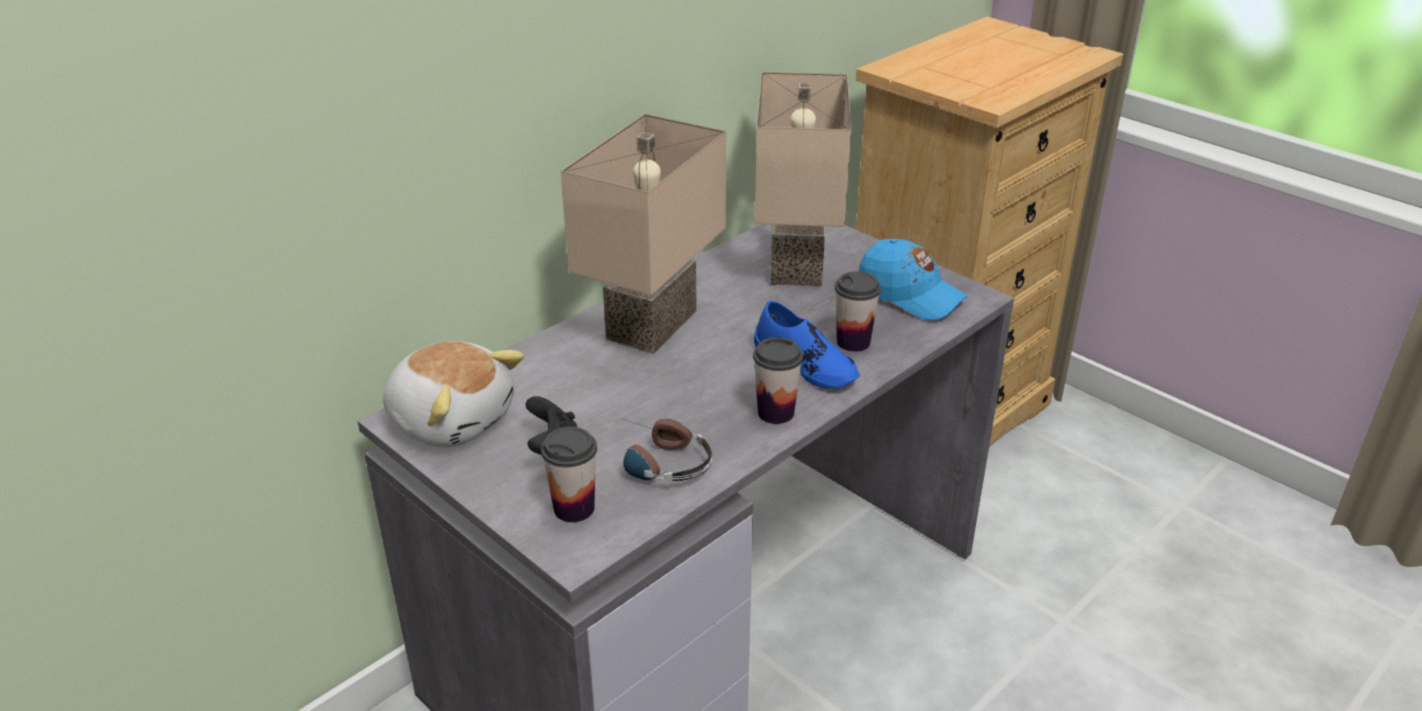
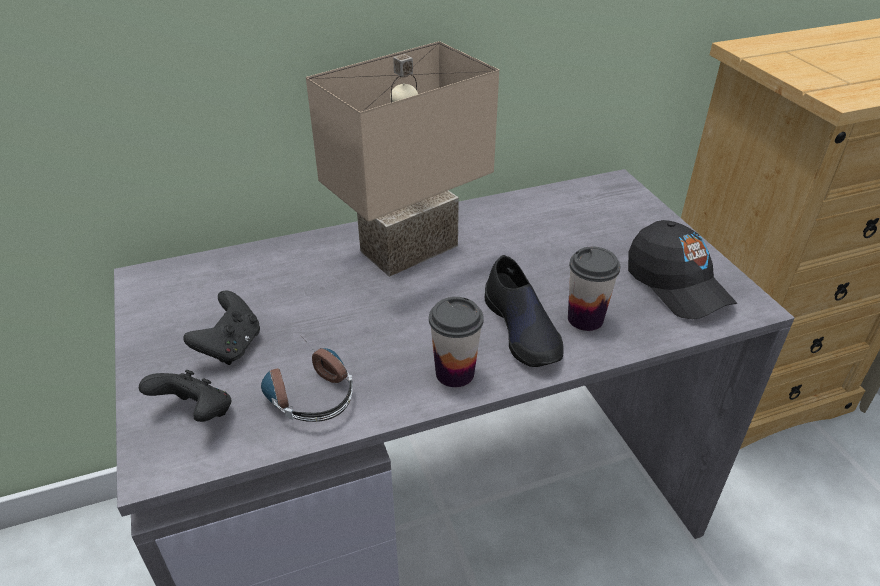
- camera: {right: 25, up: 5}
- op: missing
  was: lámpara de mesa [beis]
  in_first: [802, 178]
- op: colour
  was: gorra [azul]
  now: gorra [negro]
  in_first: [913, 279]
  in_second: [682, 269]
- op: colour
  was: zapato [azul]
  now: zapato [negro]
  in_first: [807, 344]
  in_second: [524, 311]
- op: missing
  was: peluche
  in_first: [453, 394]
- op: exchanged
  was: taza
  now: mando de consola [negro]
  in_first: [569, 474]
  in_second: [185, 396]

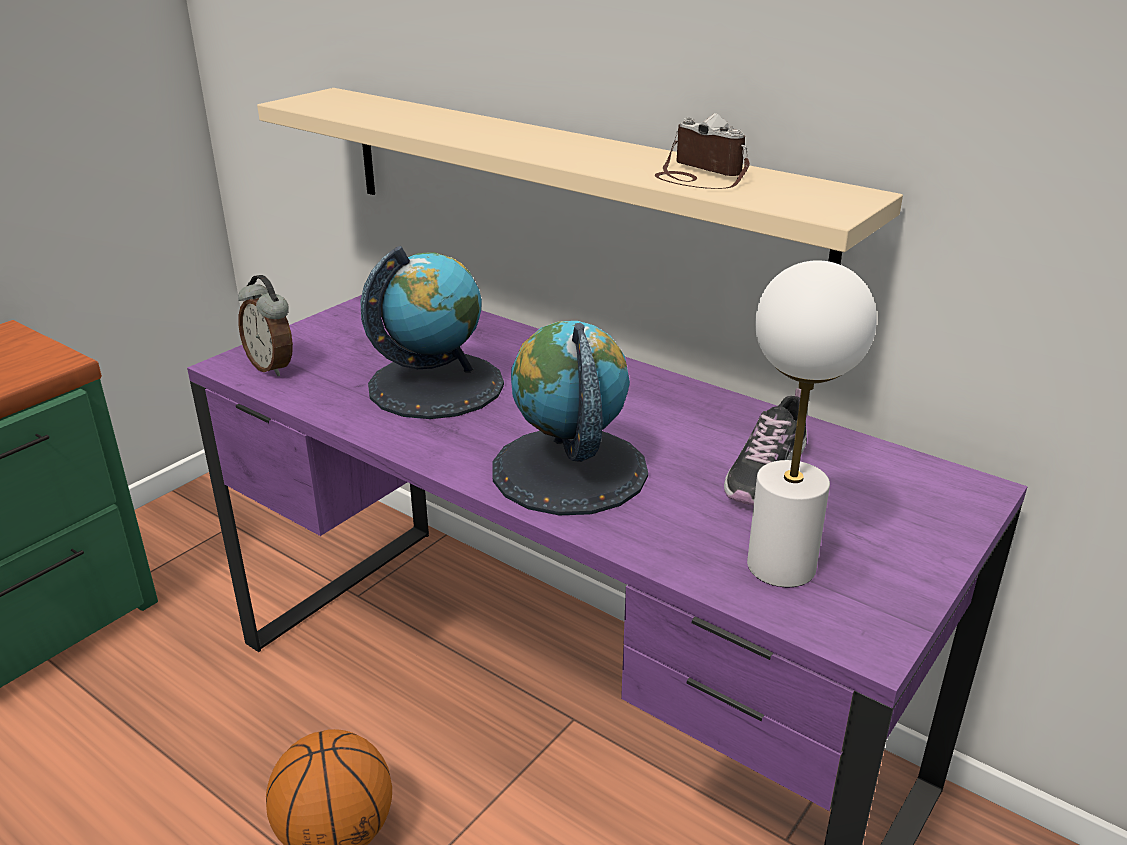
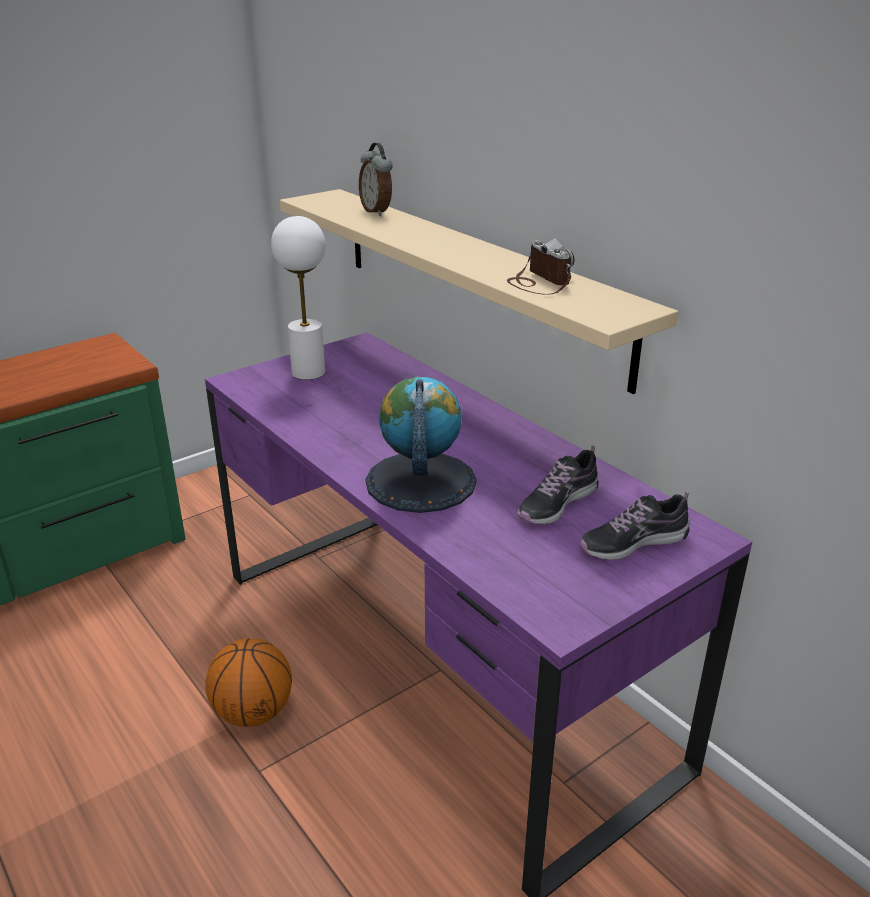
- camera: {right: 15, up: 0}
- op: missing
  was: globo terráqueo
  in_first: [432, 332]
- op: relocated
  was: lámpara de mesa [blanco]
  in_first: [812, 423]
  in_second: [298, 298]
- op: relocated
  was: despertador
  in_first: [265, 325]
  in_second: [376, 179]
- op: appeared
  now: zapato
  in_second: [634, 525]

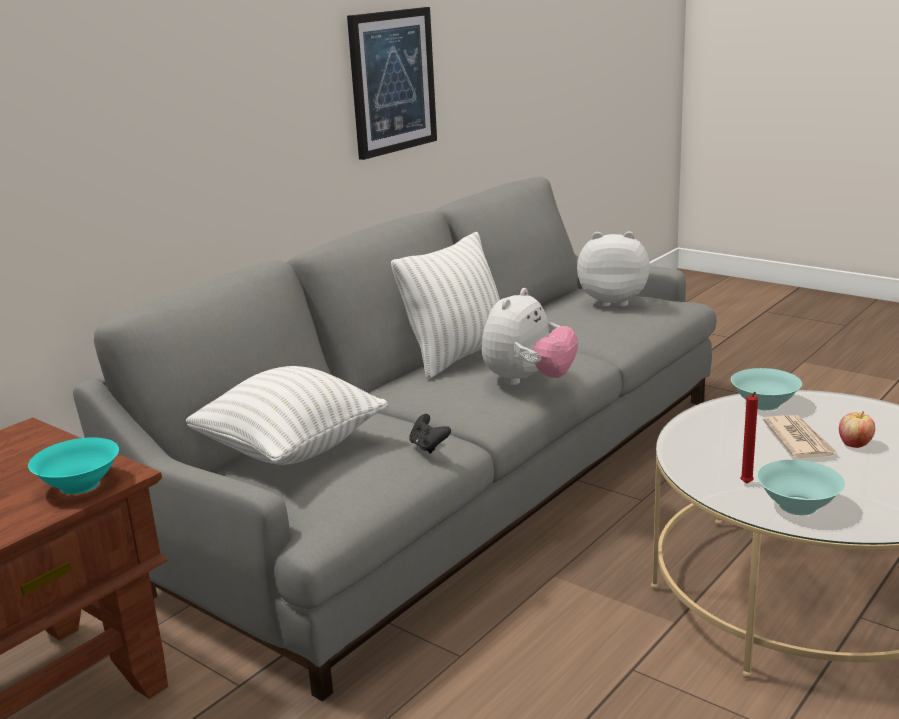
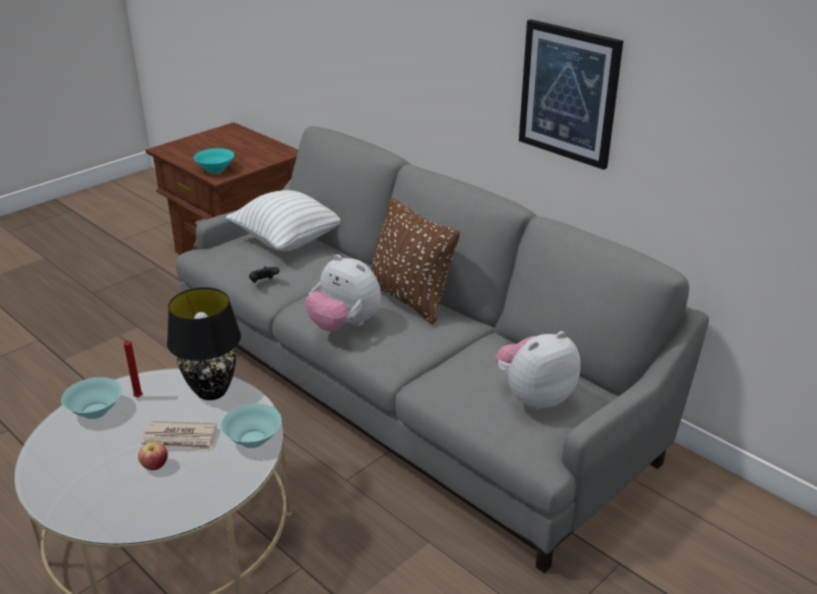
- camera: {right: 95, up: 10}
- op: spun
  was: peluche
  in_first: [613, 269]
  in_second: [538, 370]
  clockwise: -135
- op: colour
  was: cojín [blanco]
  now: cojín [marrón]
  in_first: [445, 305]
  in_second: [415, 261]
- op: appeared
  now: lámpara de mesa [negro]
  in_second: [204, 343]

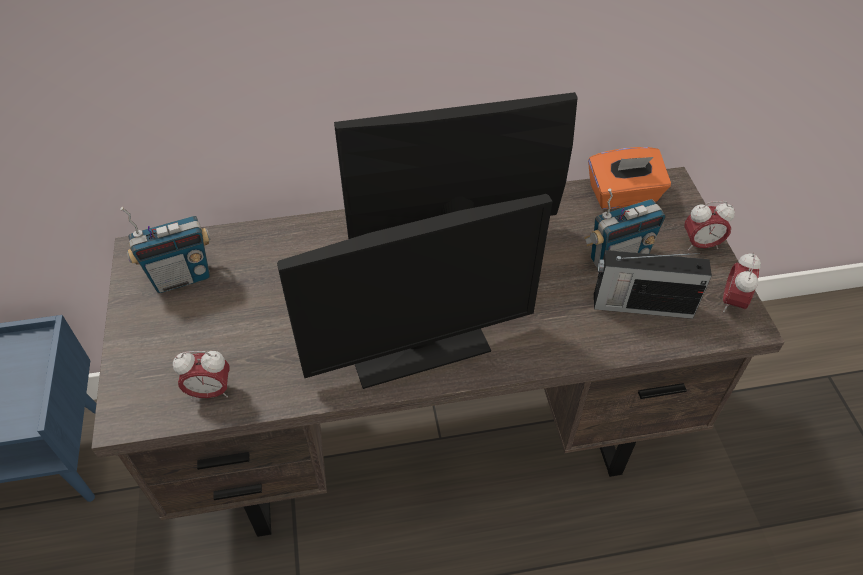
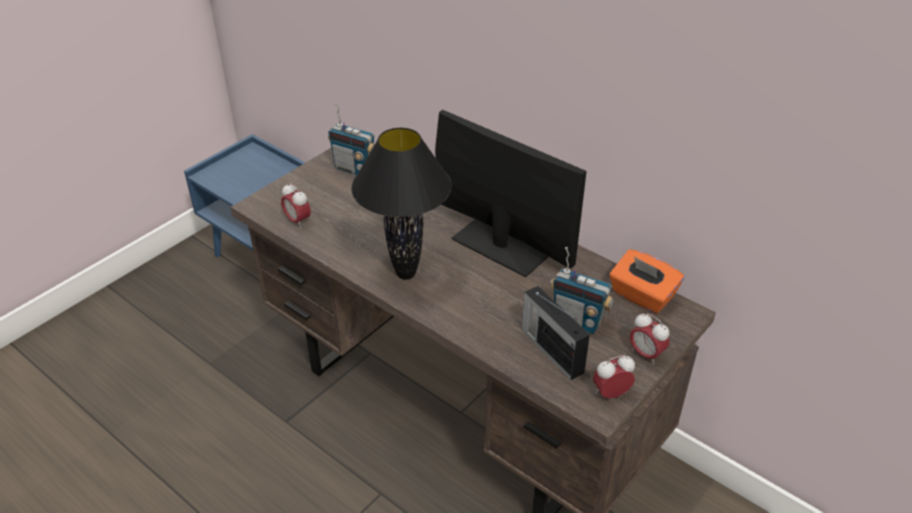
- camera: {right: 50, up: -10}
- op: exchanged
  was: monitor
  now: lámpara de mesa [negro]
  in_first: [415, 291]
  in_second: [402, 204]

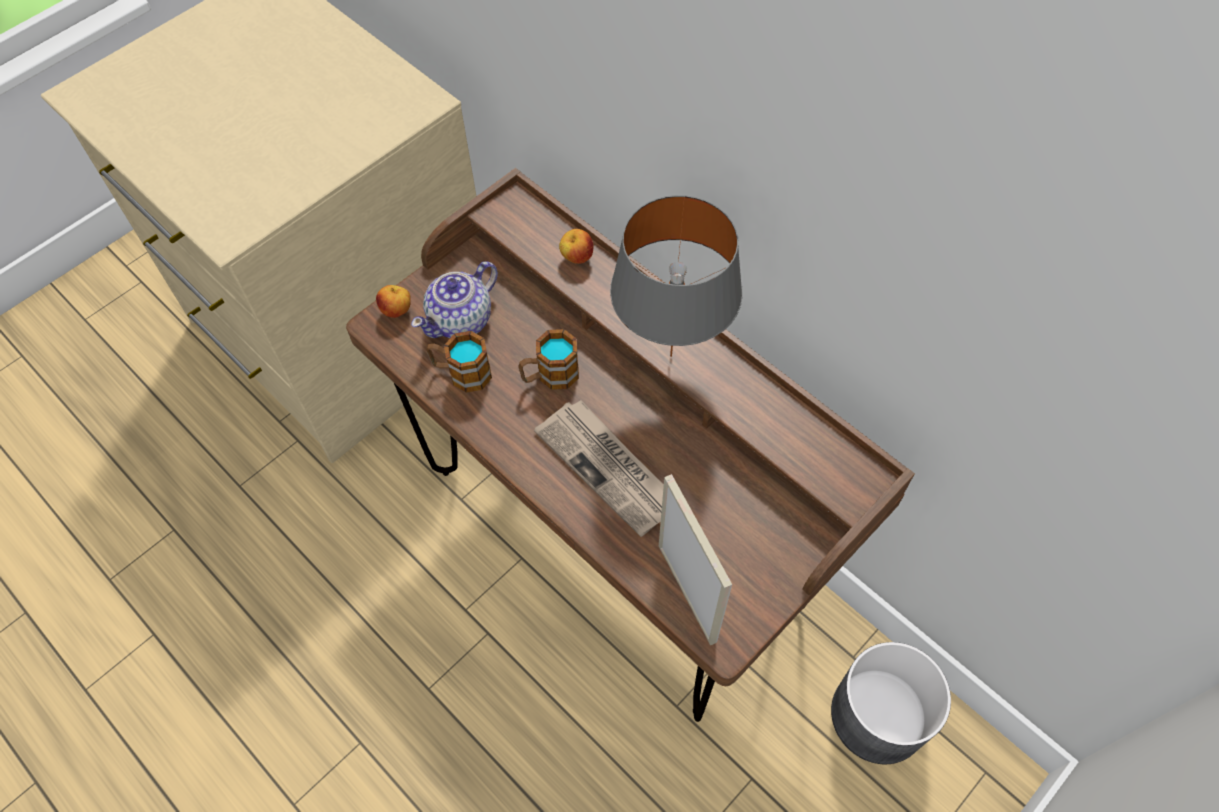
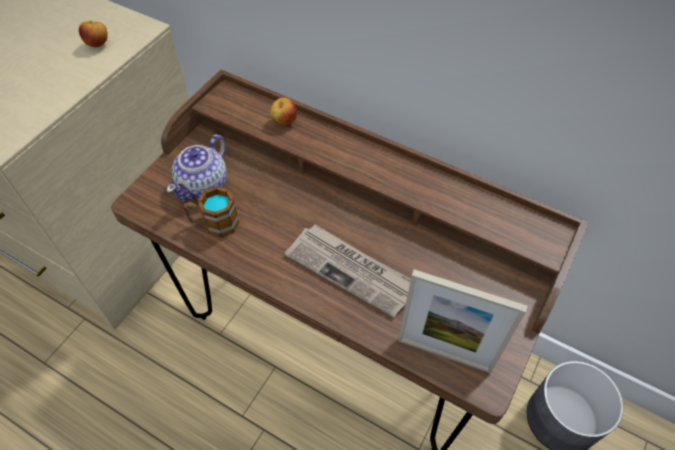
- camera: {right: -15, up: -5}
- op: missing
  was: lámpara de mesa [gris]
  in_first: [676, 276]
- op: relocated
  was: manzana
  in_first: [393, 301]
  in_second: [93, 34]
- op: missing
  was: taza grande
  in_first: [548, 359]
- op: spun
  was: portarretratos
  in_first: [695, 559]
  in_second: [462, 321]
  clockwise: 150

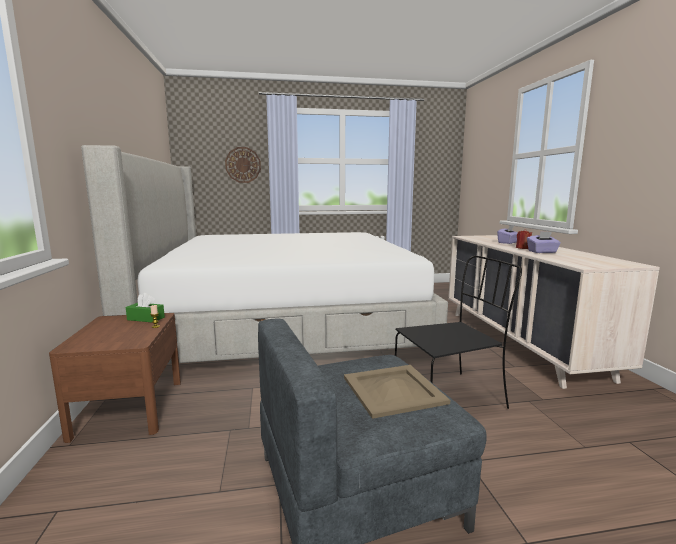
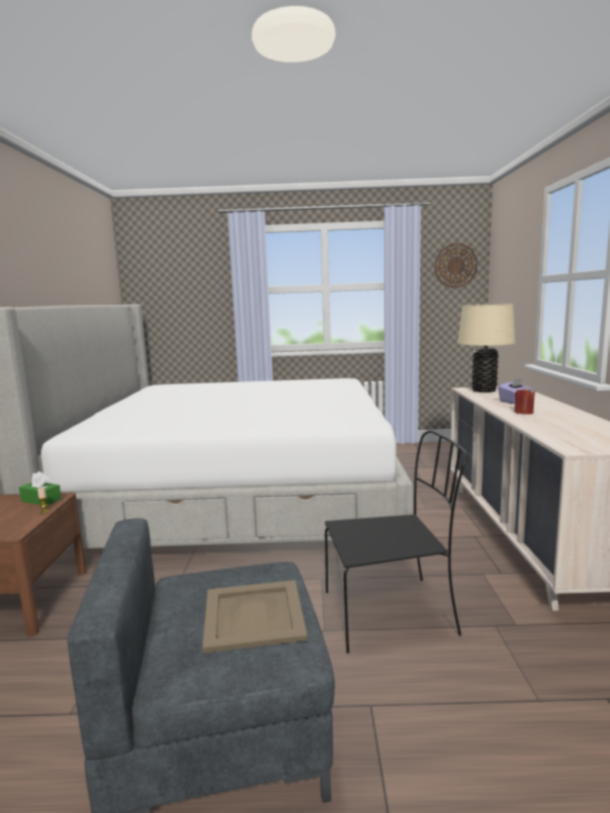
- camera: {right: 10, up: 0}
- op: relocated
  was: reloj de pared
  in_first: [243, 165]
  in_second: [456, 265]
- op: missing
  was: caja de pañuelos [morado]
  in_first: [544, 242]
- op: appeared
  now: lámpara de mesa [beis]
  in_second: [486, 348]

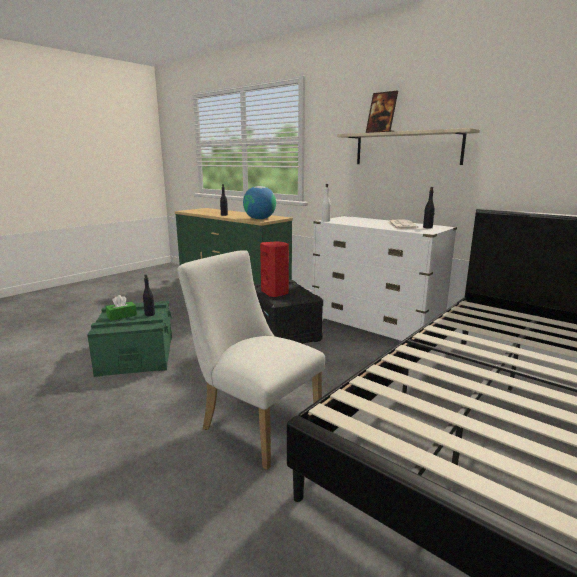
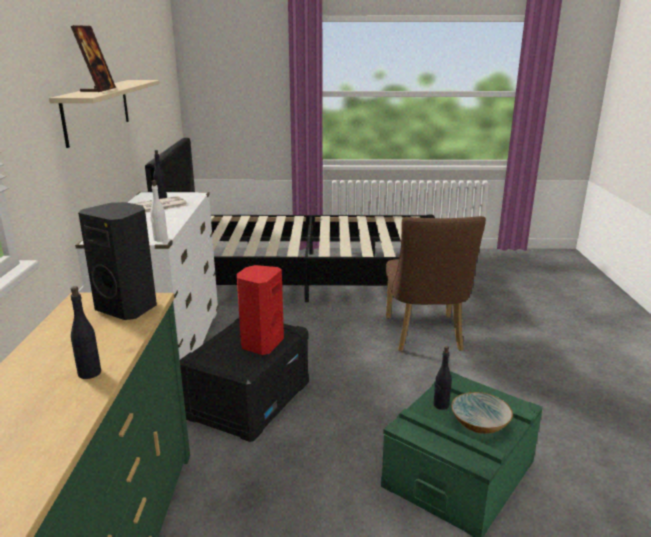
- camera: {right: -130, up: 5}
- op: exchanged
  was: globo terráqueo
  now: altavoz [negro]
  in_first: [259, 202]
  in_second: [117, 261]
- op: colour
  was: silla [blanco]
  now: silla [marrón]
  in_first: [251, 360]
  in_second: [436, 284]
- op: exchanged
  was: caja de pañuelos [verde]
  now: cuenco
  in_first: [121, 308]
  in_second: [482, 413]

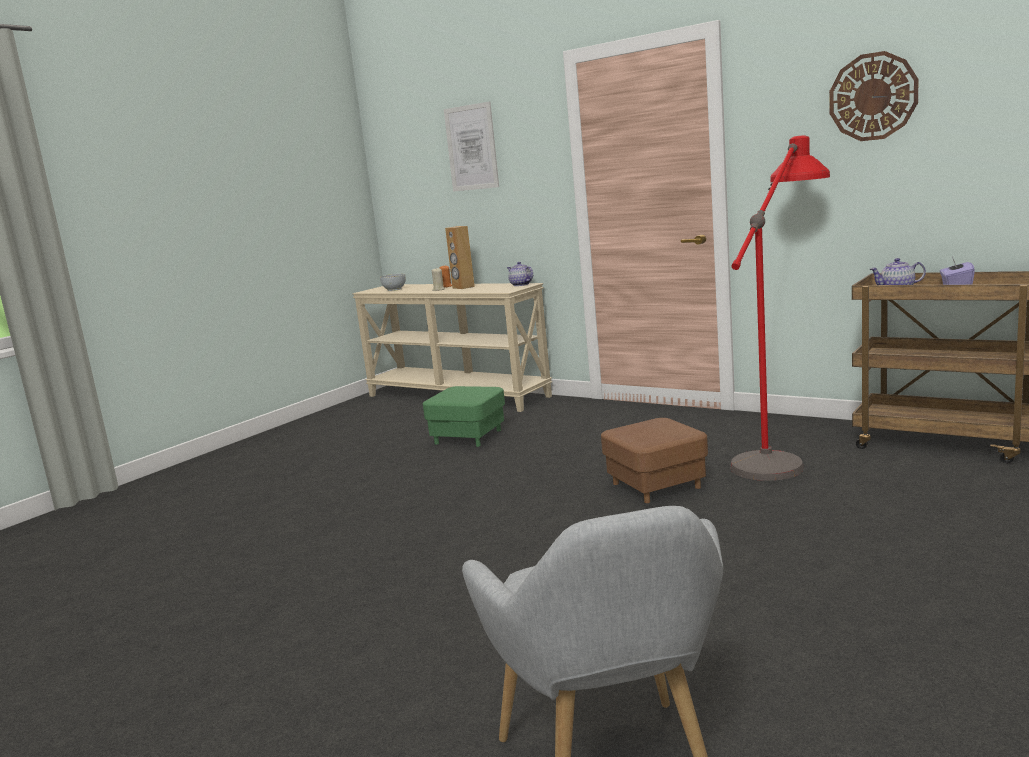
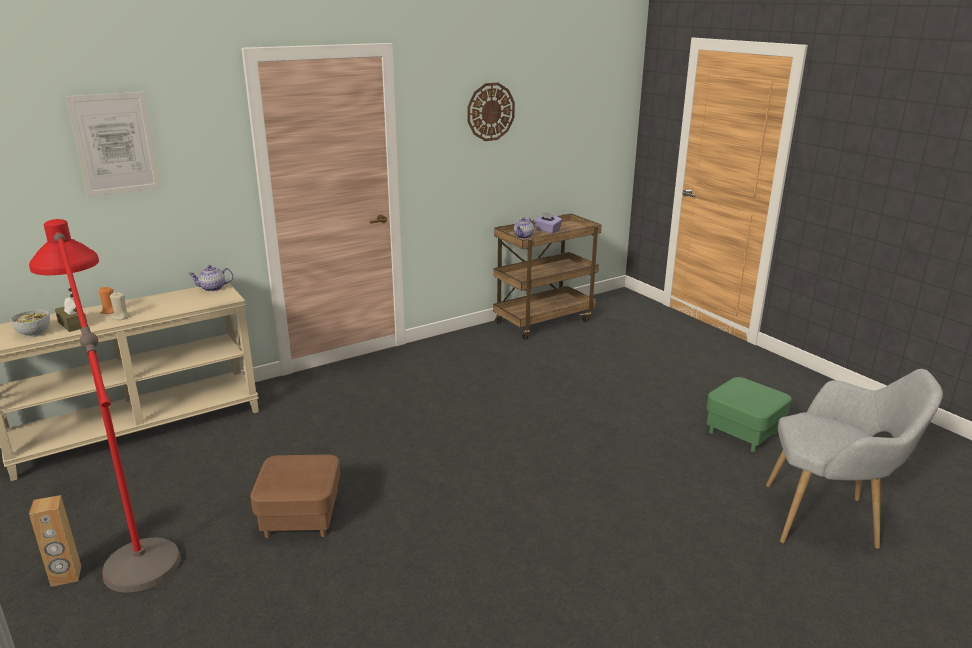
- camera: {right: -70, up: 10}
- op: relocated
  was: lámpara de pie [rojo]
  in_first: [780, 308]
  in_second: [105, 406]
- op: relocated
  was: altavoz [marrón]
  in_first: [460, 257]
  in_second: [55, 541]
- op: relocated
  was: puf [verde]
  in_first: [464, 416]
  in_second: [749, 414]
- op: relocated
  was: puf [marrón]
  in_first: [654, 460]
  in_second: [295, 496]
- op: appeared
  now: caja de pañuelos [marrón]
  in_second: [71, 315]

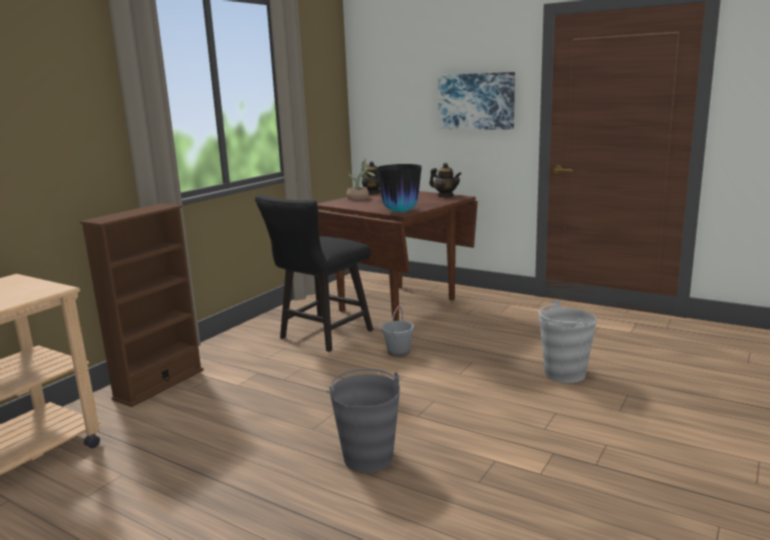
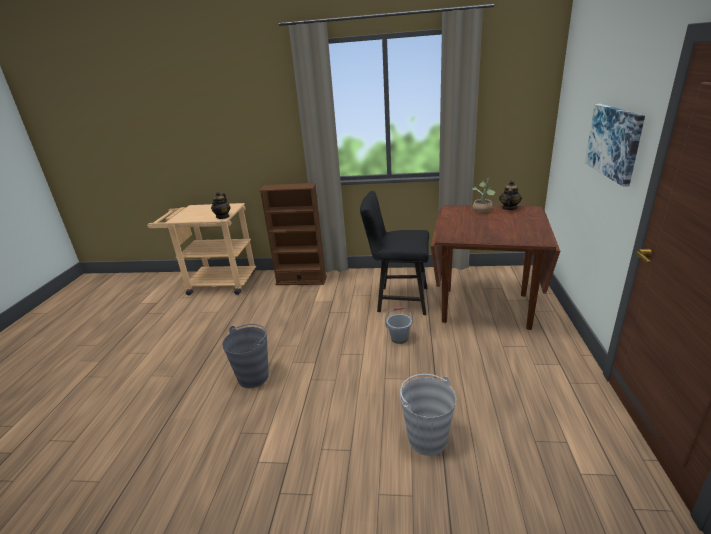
- camera: {right: 65, up: 10}
- op: relocated
  was: tetera
  in_first: [445, 180]
  in_second: [221, 205]
- op: missing
  was: florero
  in_first: [399, 188]

